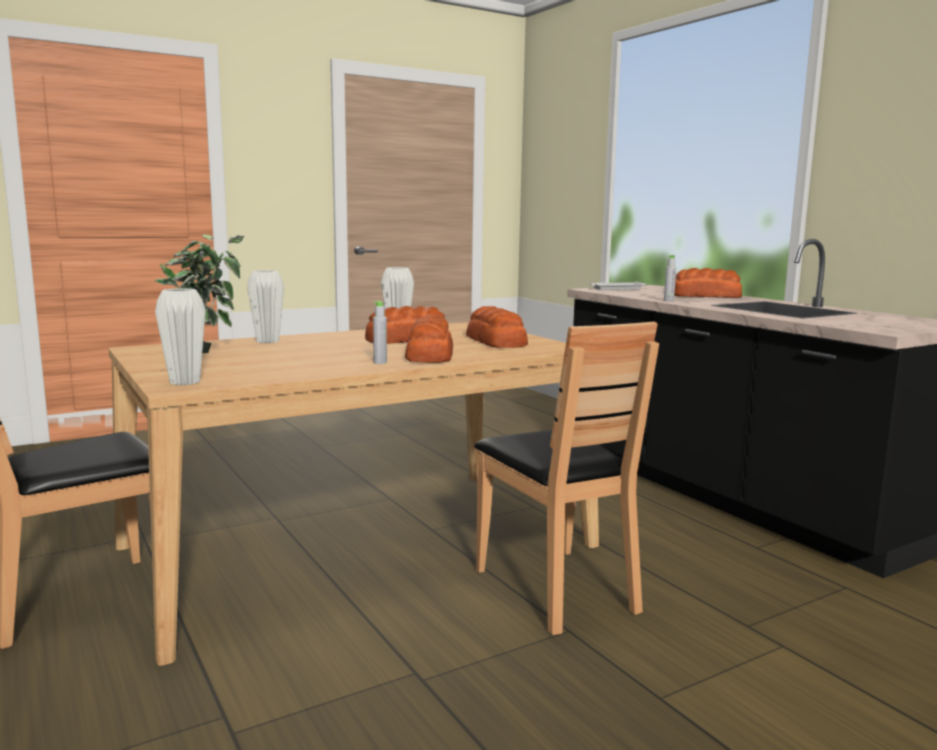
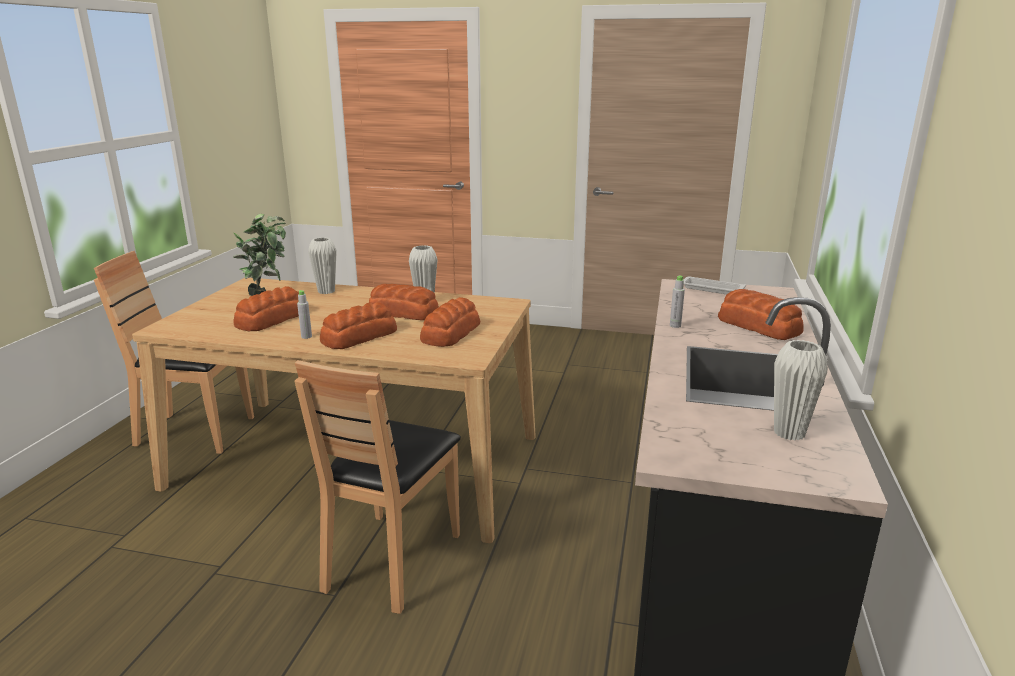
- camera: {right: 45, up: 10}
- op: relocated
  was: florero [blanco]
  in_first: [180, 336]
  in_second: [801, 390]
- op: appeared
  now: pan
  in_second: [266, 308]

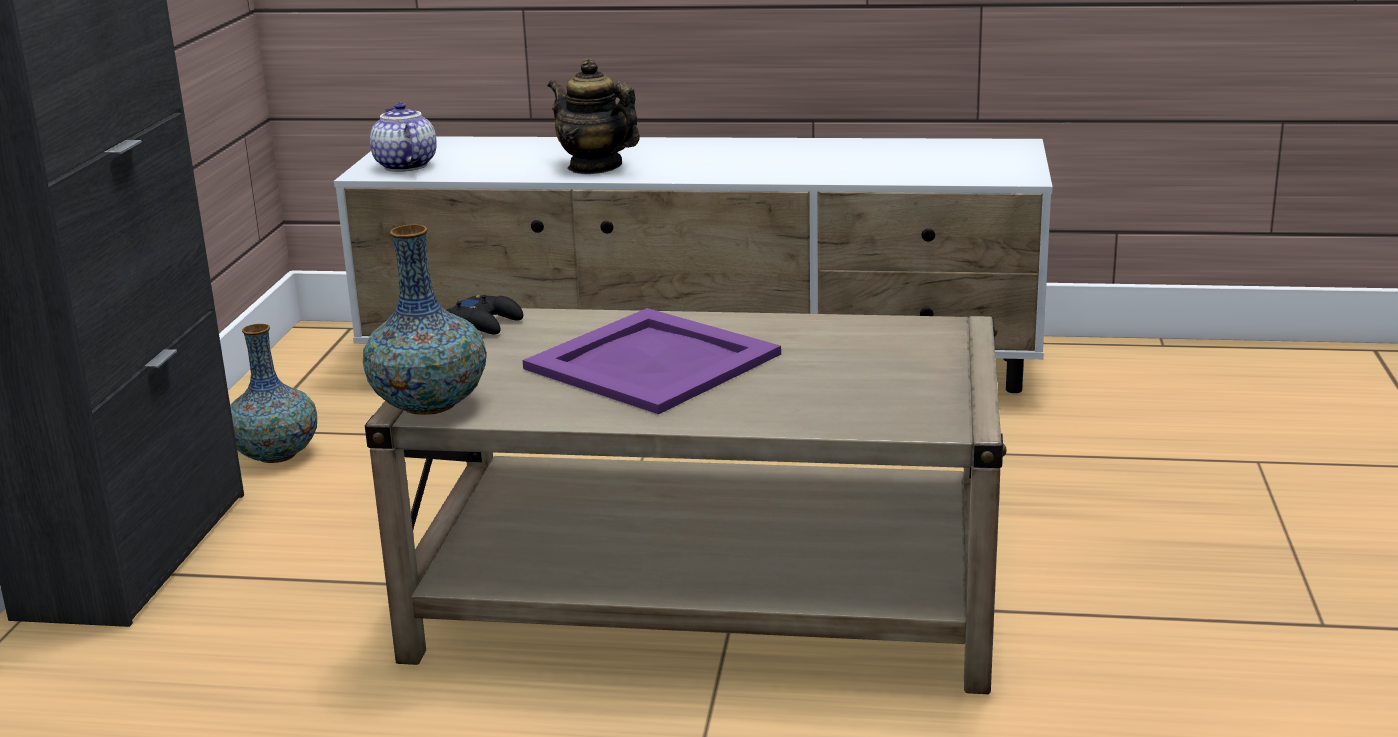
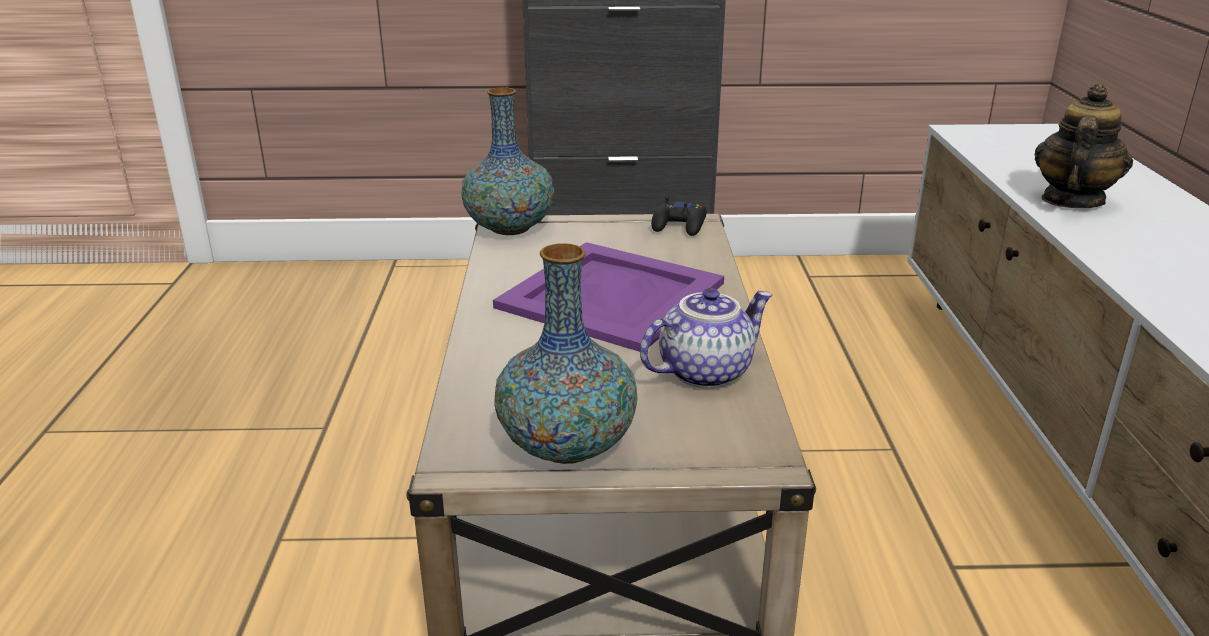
- camera: {right: 80, up: 5}
- op: relocated
  was: tetera
  in_first: [403, 137]
  in_second: [706, 338]
- op: relocated
  was: florero
  in_first: [273, 393]
  in_second: [565, 353]

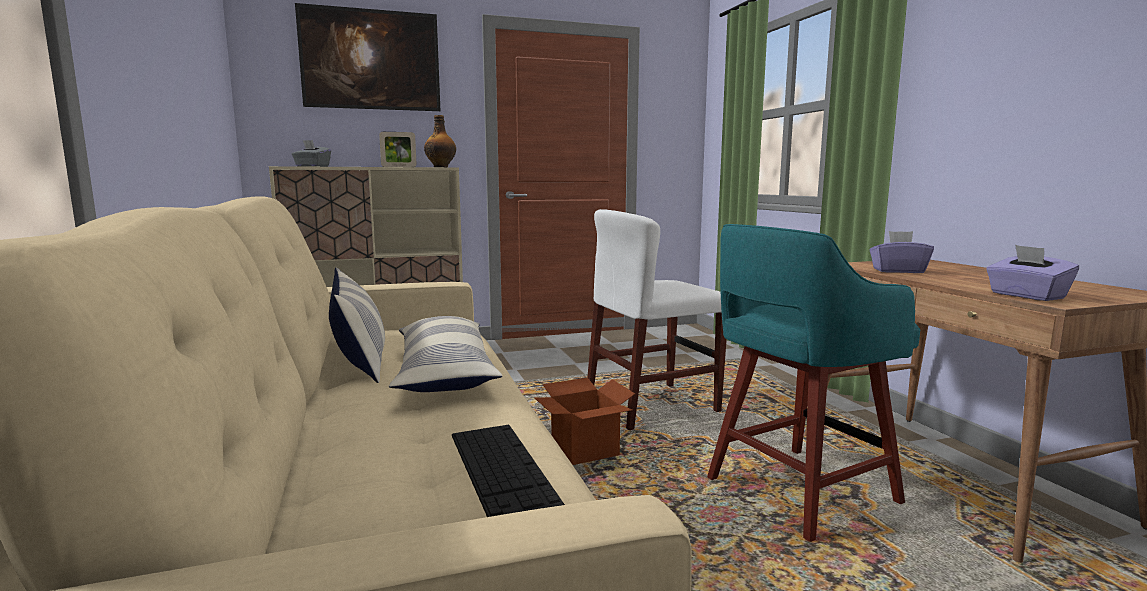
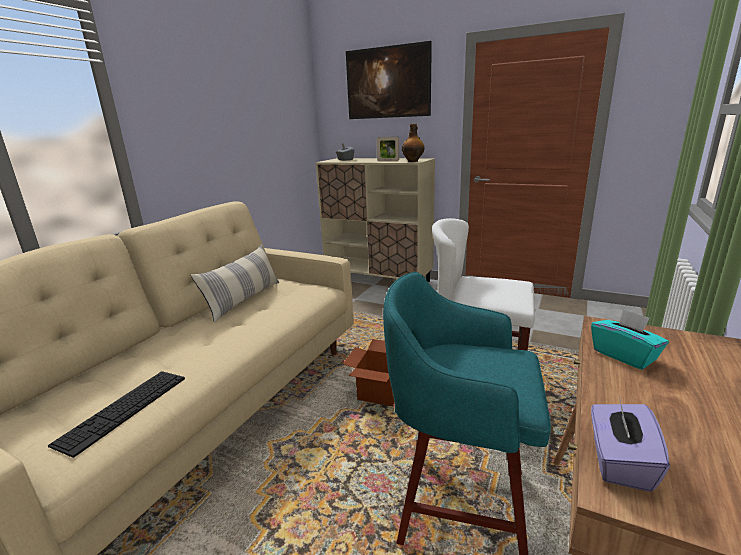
- camera: {right: 45, up: 10}
- op: colour
  was: caja de pañuelos [morado]
  now: caja de pañuelos [turquesa]
  in_first: [902, 252]
  in_second: [630, 339]
- op: missing
  was: cojín
  in_first: [445, 354]

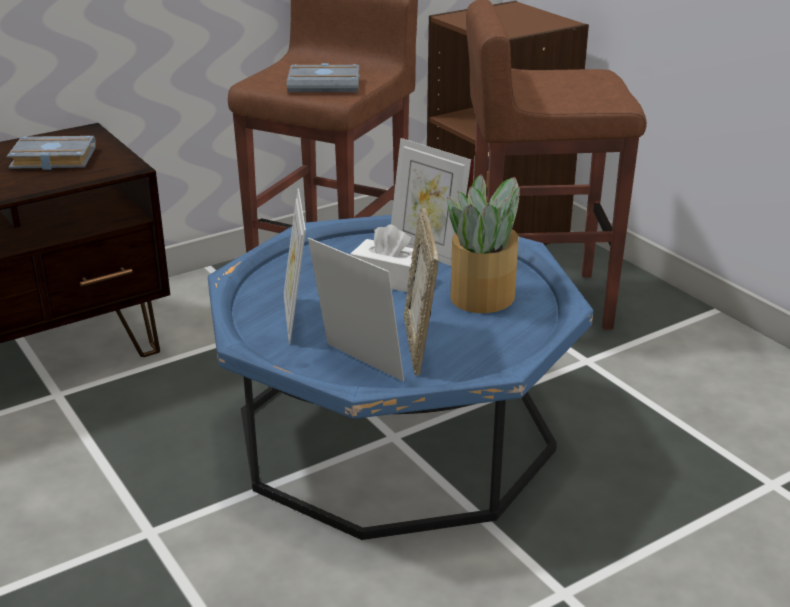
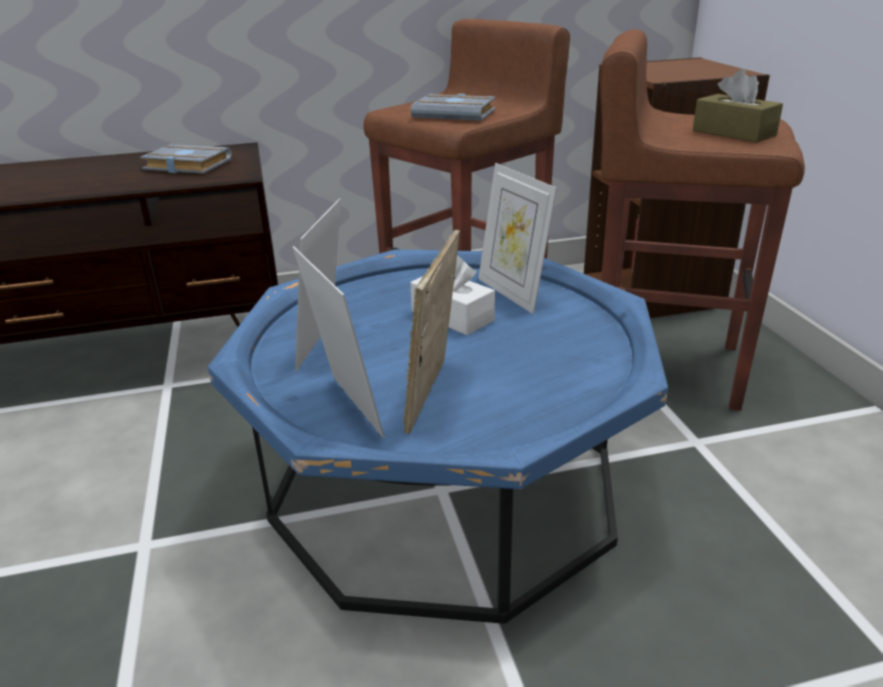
- camera: {right: 20, up: 0}
- op: missing
  was: planta en maceta
  in_first: [483, 243]
- op: appeared
  now: caja de pañuelos [marrón]
  in_second: [738, 106]

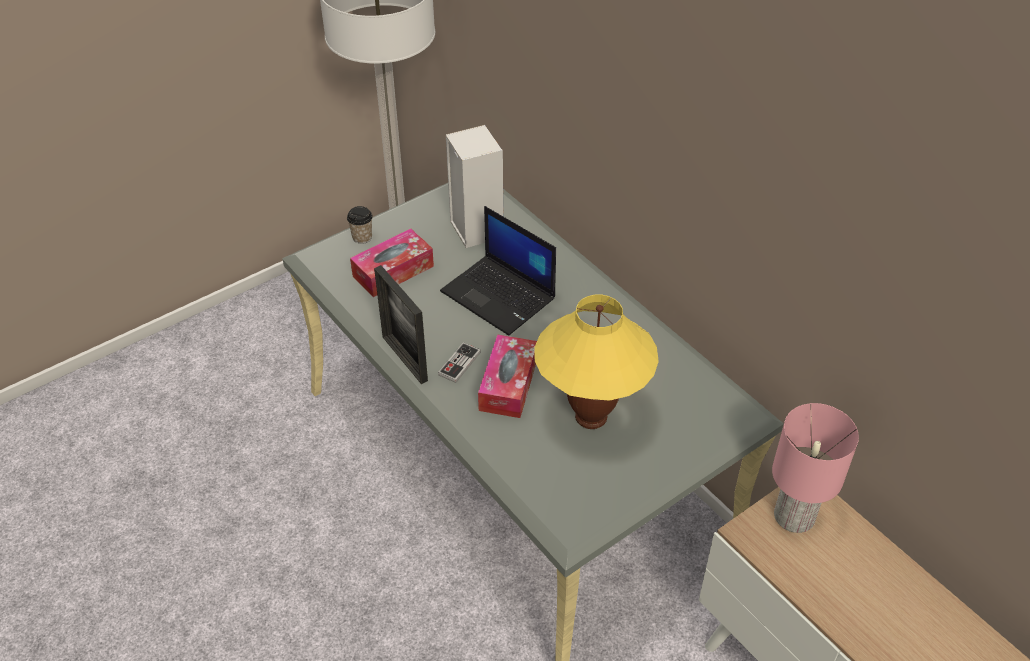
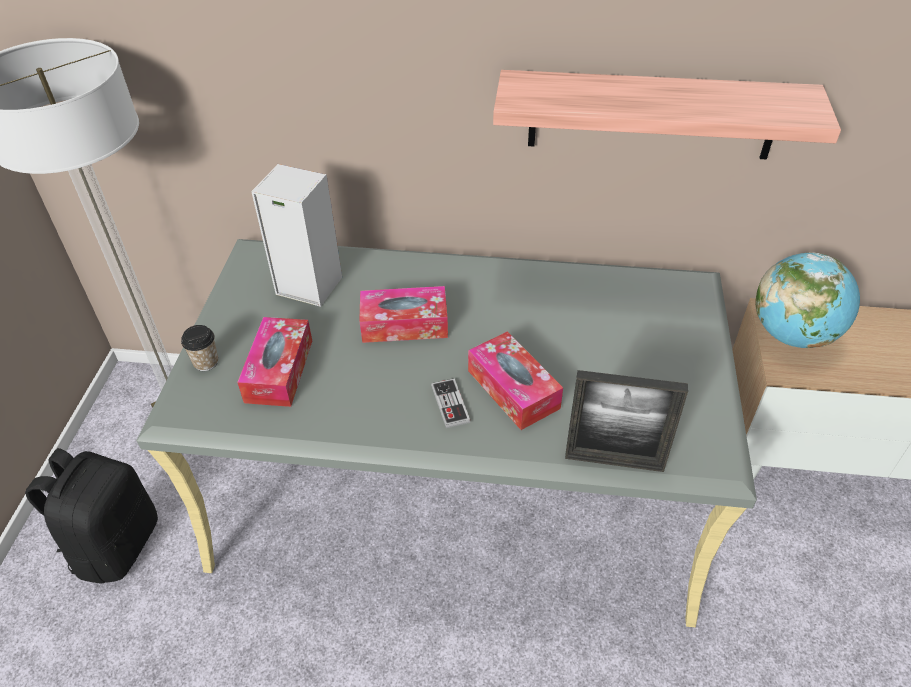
- camera: {right: -45, up: 0}
- op: exchanged
  was: portátil
  now: caja de pañuelos
  in_first: [498, 271]
  in_second: [403, 314]
- op: relocated
  was: portarretratos
  in_first: [401, 324]
  in_second: [626, 421]
- op: missing
  was: lámpara de mesa [amarillo]
  in_first: [596, 362]
- op: exchanged
  was: lámpara de mesa [rosa]
  now: globo terráqueo
  in_first: [815, 468]
  in_second: [807, 300]
- op: appeared
  now: estante
  in_second: [667, 115]
- op: appeared
  now: mochila [negro]
  in_second: [91, 515]

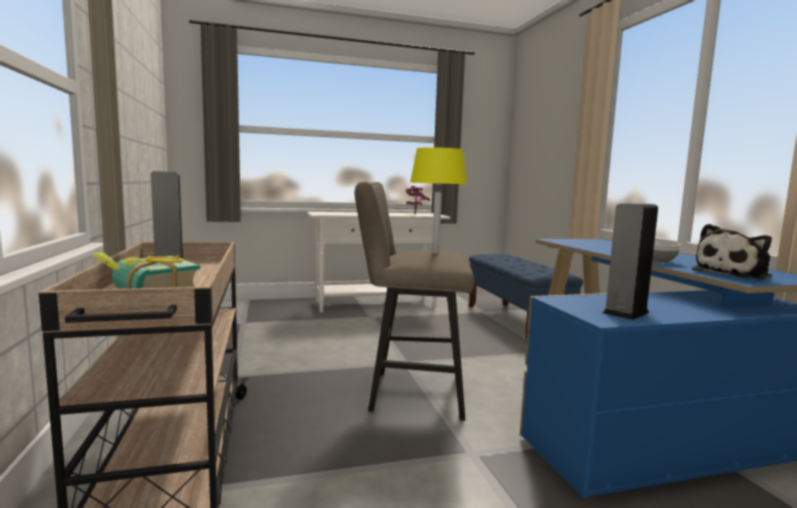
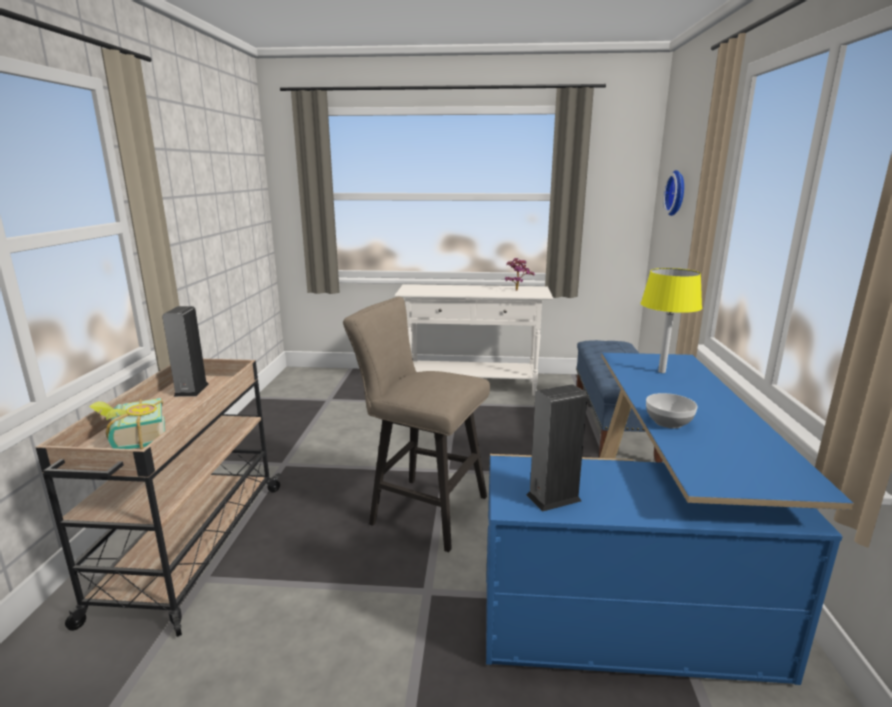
- camera: {right: 20, up: 10}
- op: relocated
  was: lámpara de mesa [amarillo]
  in_first: [438, 200]
  in_second: [671, 320]
- op: missing
  was: peluche
  in_first: [732, 252]
- op: appeared
  now: reloj de pared
  in_second: [673, 193]

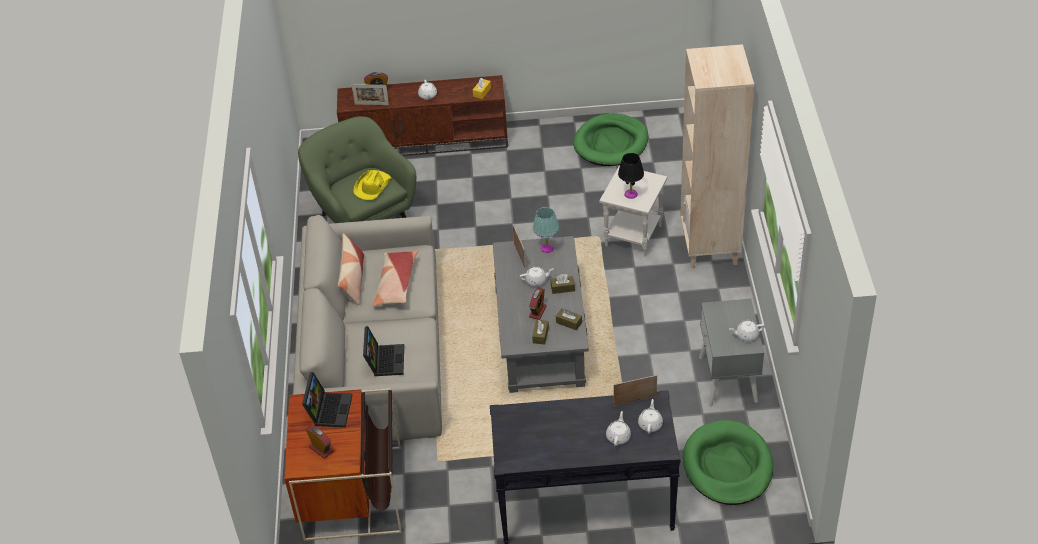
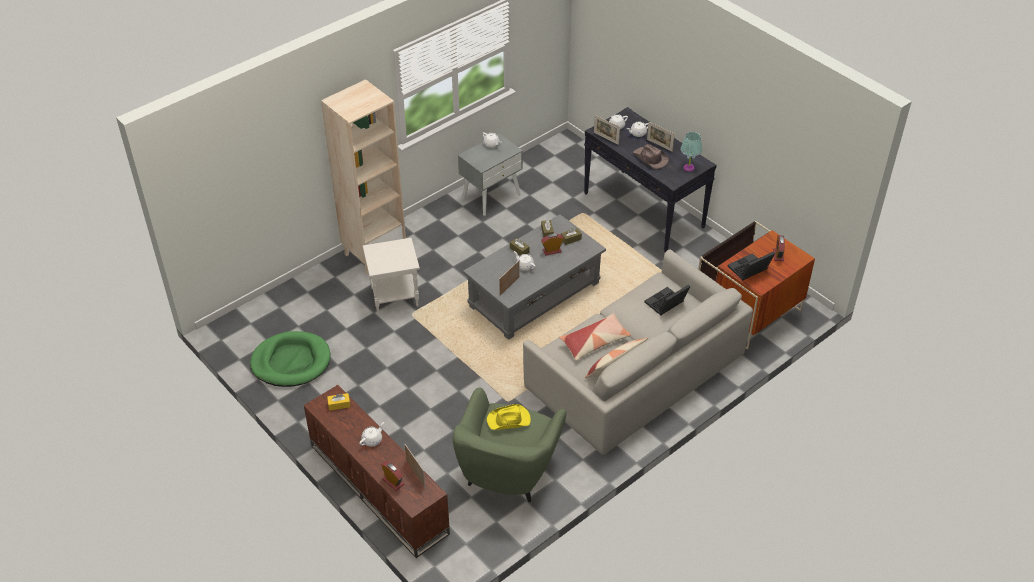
- camera: {right: -130, up: 0}
- op: missing
  was: lámpara de mesa [negro]
  in_first: [631, 176]
- op: relocated
  was: lámpara de mesa [turquesa]
  in_first: [546, 230]
  in_second: [691, 151]
- op: missing
  was: cama para perro [verde]
  in_first: [728, 462]
- op: appeared
  now: portarretratos
  in_second: [661, 137]
- op: appeared
  now: sombrero [marrón]
  in_second: [651, 156]

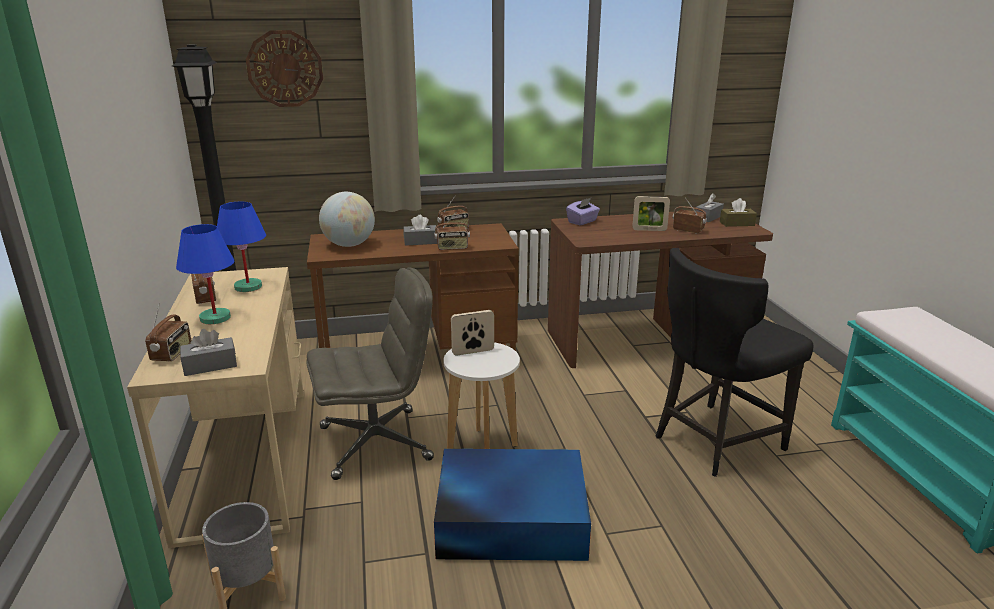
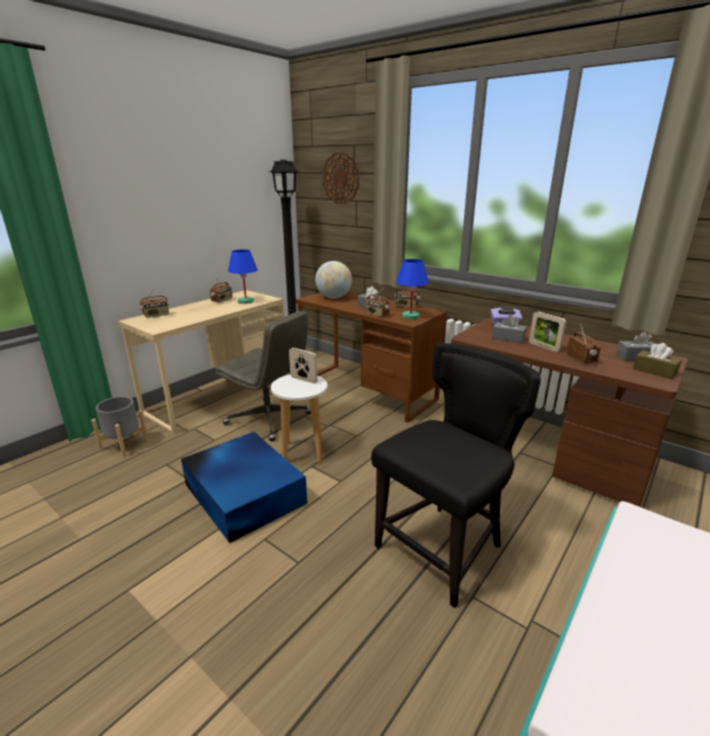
- camera: {right: 50, up: 0}
- op: relocated
  was: lámpara de mesa [azul]
  in_first: [205, 274]
  in_second: [412, 289]
- op: spun
  was: silla [negro]
  in_first: [734, 362]
  in_second: [456, 475]
  clockwise: 120
- op: relocated
  was: caja de pañuelos [gris]
  in_first: [208, 352]
  in_second: [509, 329]

